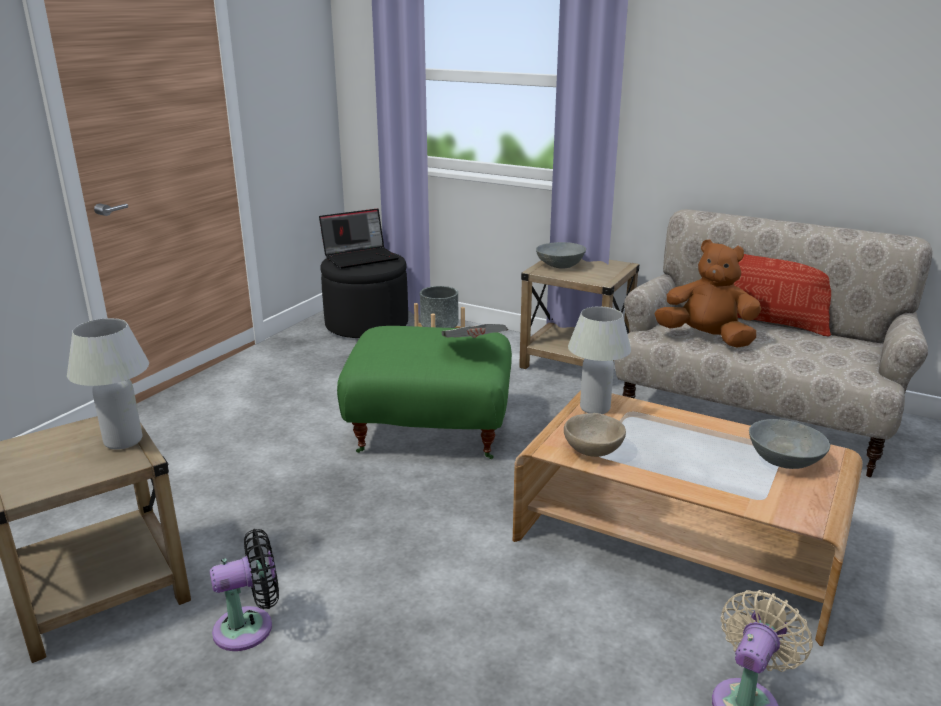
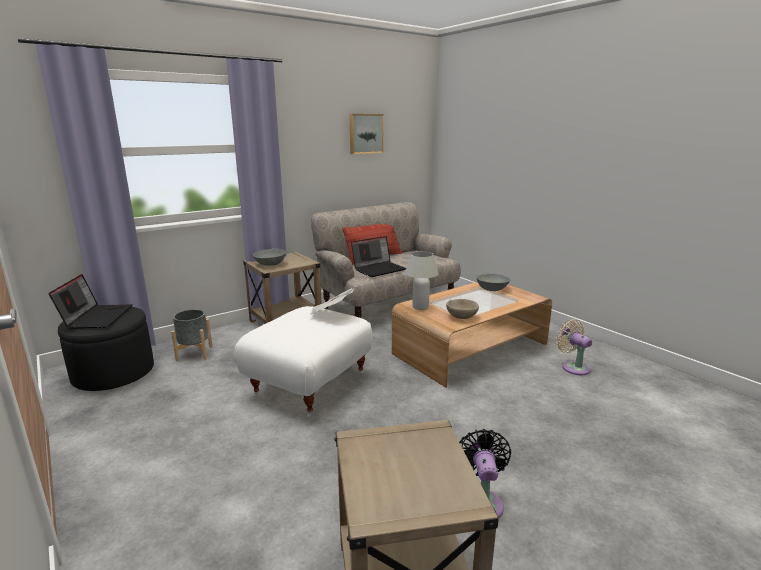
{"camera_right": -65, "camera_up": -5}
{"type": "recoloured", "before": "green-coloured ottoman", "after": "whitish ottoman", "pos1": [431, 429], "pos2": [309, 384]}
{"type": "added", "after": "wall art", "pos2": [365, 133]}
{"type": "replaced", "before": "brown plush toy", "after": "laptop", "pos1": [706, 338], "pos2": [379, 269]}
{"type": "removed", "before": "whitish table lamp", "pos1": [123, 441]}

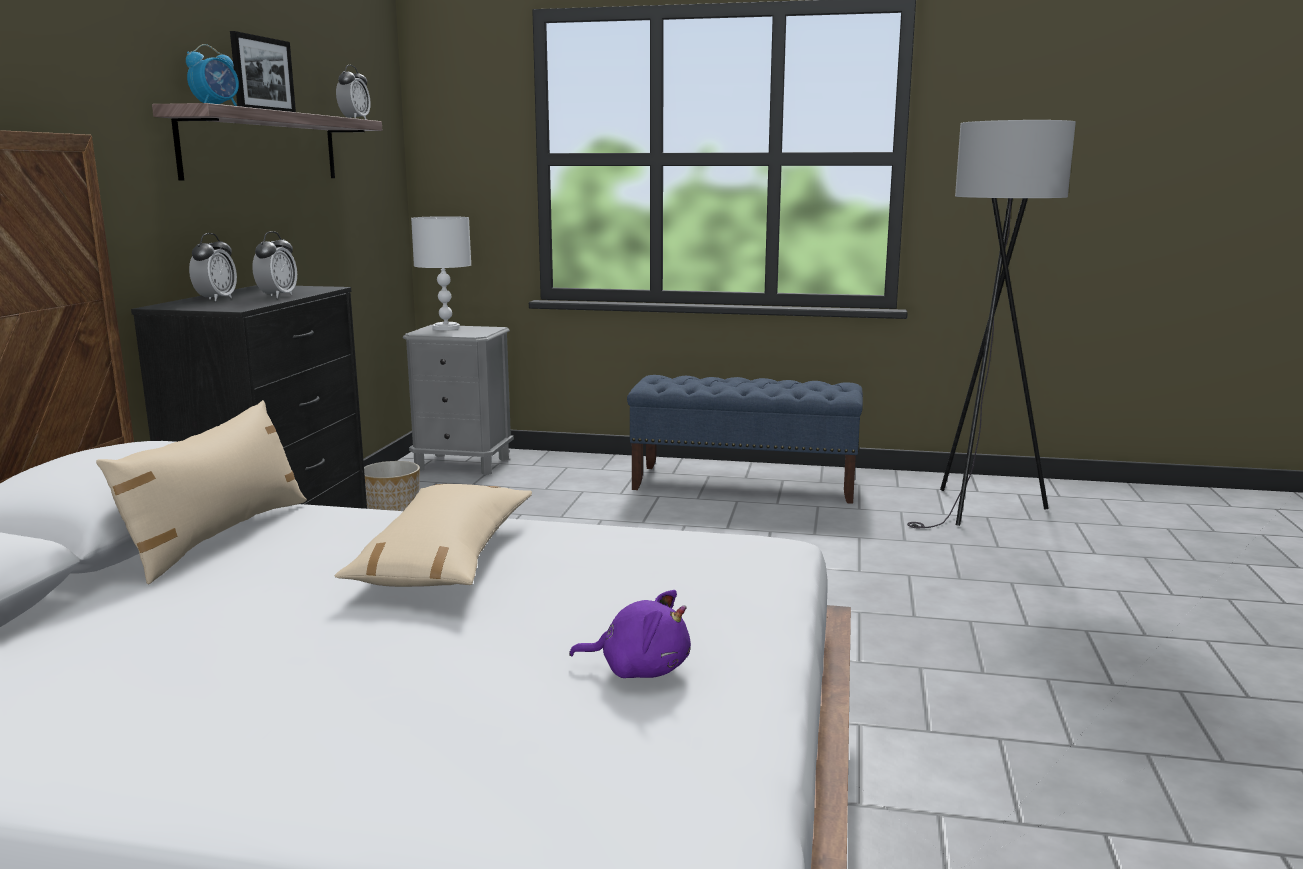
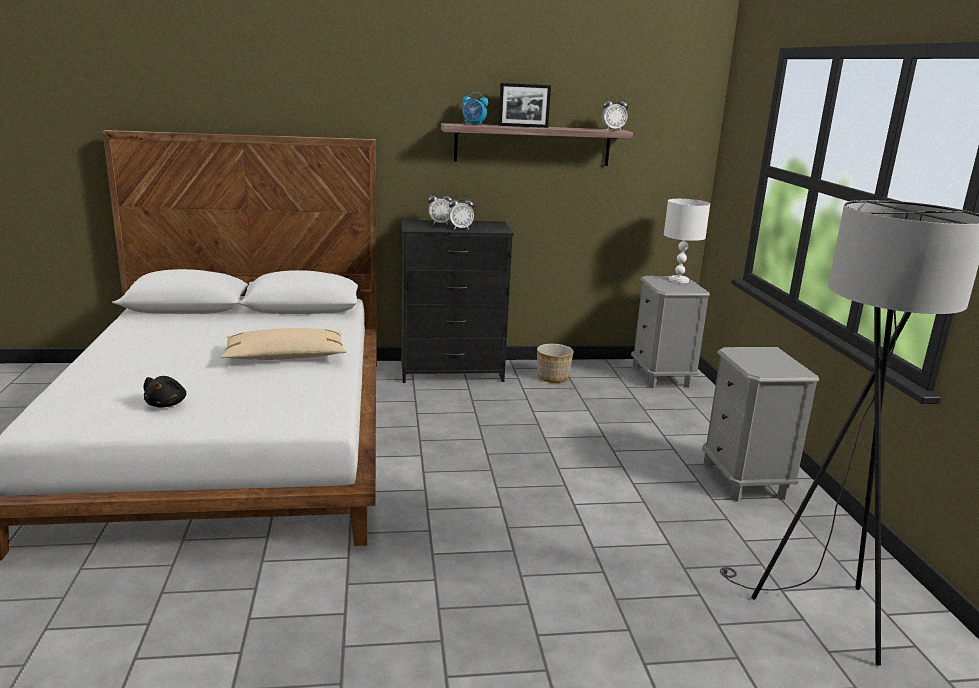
{"camera_right": 70, "camera_up": 5}
{"type": "recoloured", "before": "purplish plush toy", "after": "black plush toy", "pos1": [639, 669], "pos2": [167, 404]}
{"type": "replaced", "before": "bluish bench", "after": "grey night table", "pos1": [745, 484], "pos2": [744, 480]}
{"type": "removed", "before": "beige cushion", "pos1": [218, 536]}

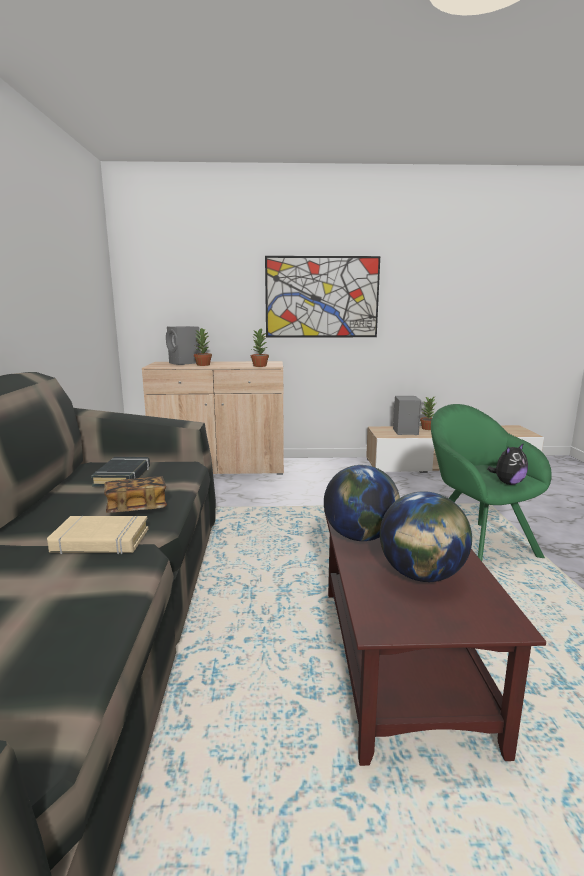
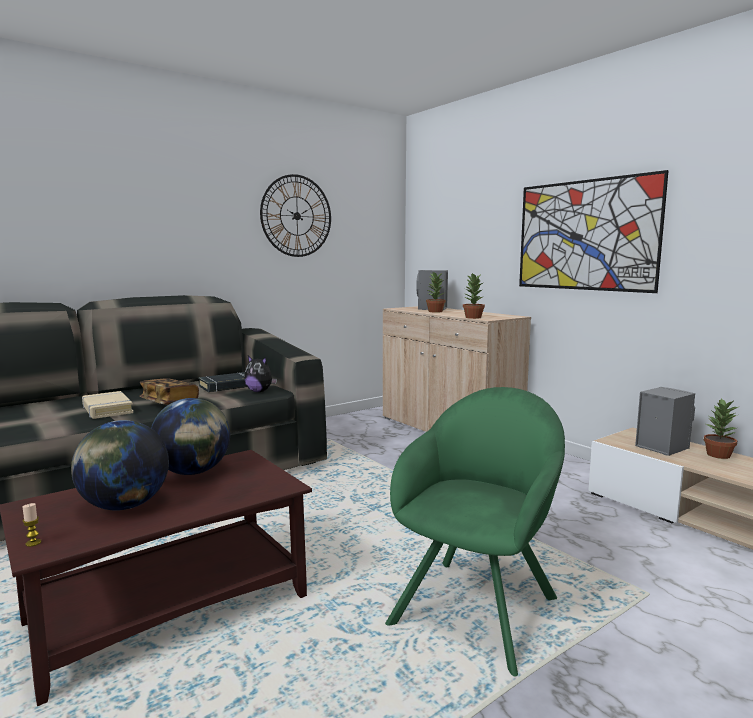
{"camera_right": 55, "camera_up": -5}
{"type": "added", "after": "wax light", "pos2": [33, 543]}
{"type": "moved", "before": "plush toy", "pos1": [508, 483], "pos2": [259, 391]}
{"type": "added", "after": "clock on the wall", "pos2": [296, 216]}

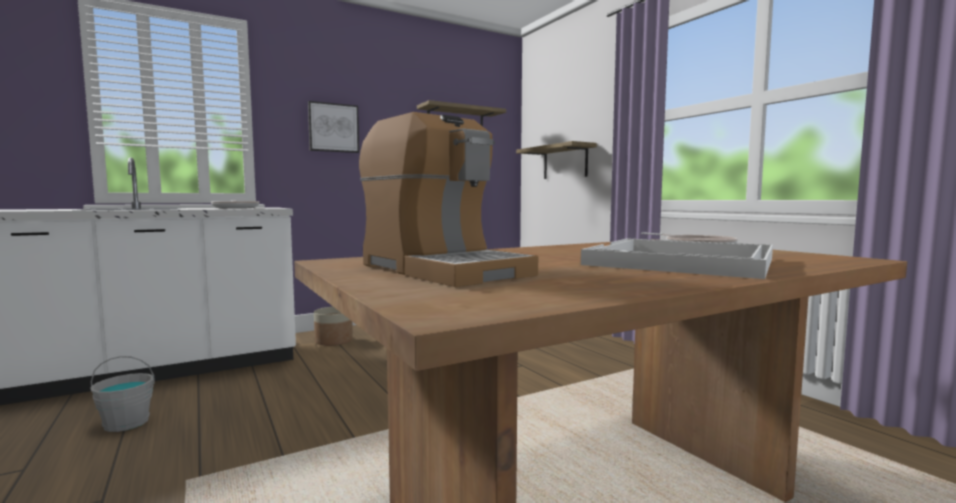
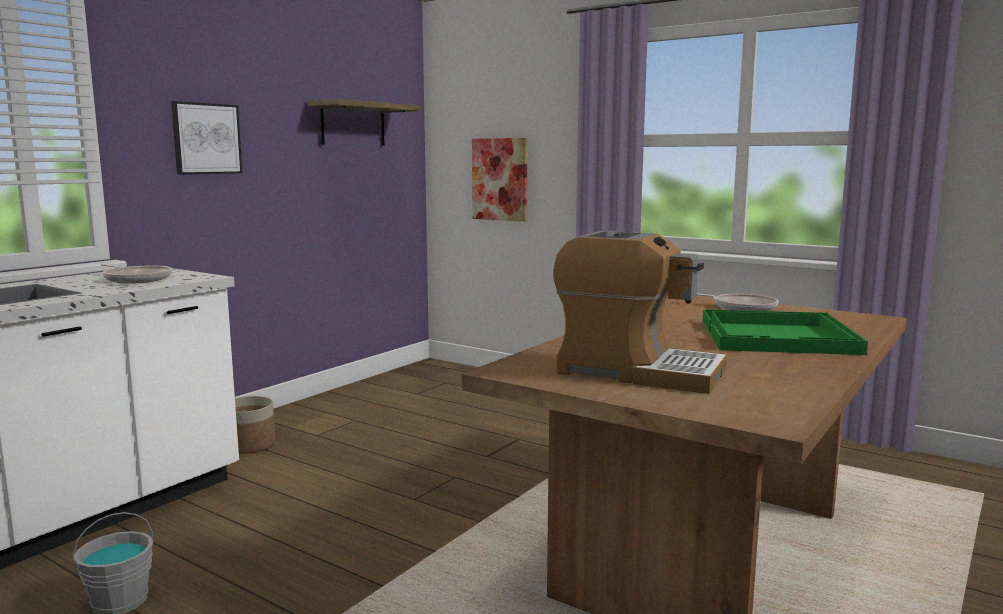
{"camera_right": -25, "camera_up": 5}
{"type": "replaced", "before": "wall shelf", "after": "wall art", "pos1": [565, 162], "pos2": [500, 179]}
{"type": "recoloured", "before": "whitish serving tray", "after": "green-coloured serving tray", "pos1": [682, 262], "pos2": [778, 336]}

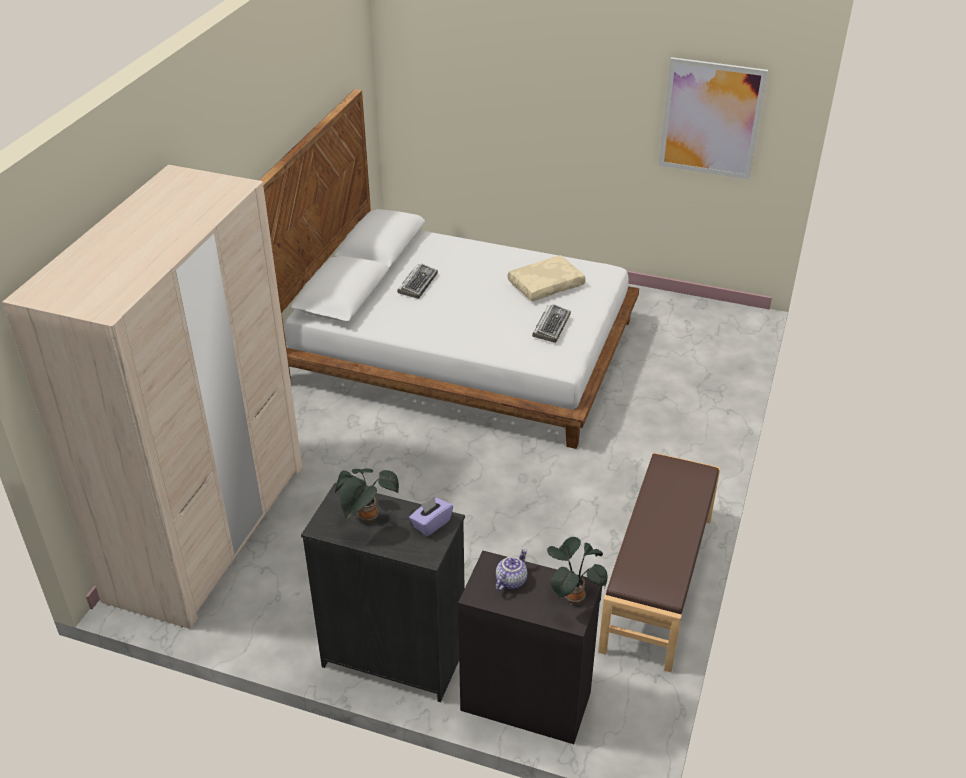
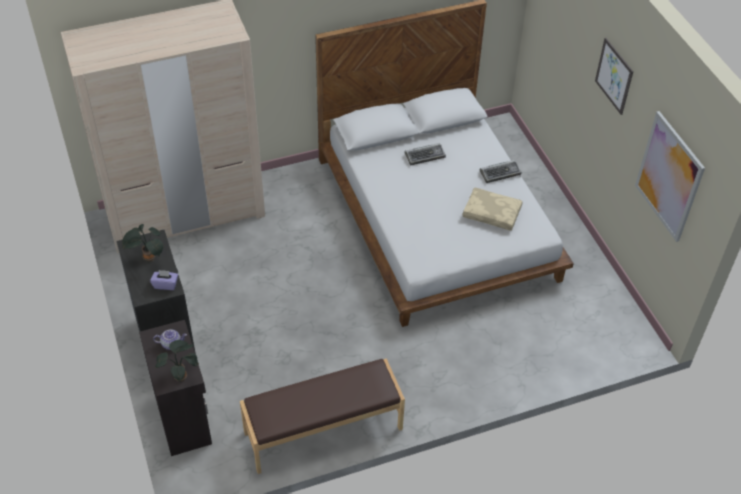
{"camera_right": 50, "camera_up": 10}
{"type": "moved", "before": "PC keyboard", "pos1": [551, 326], "pos2": [500, 173]}
{"type": "added", "after": "wall art", "pos2": [614, 76]}

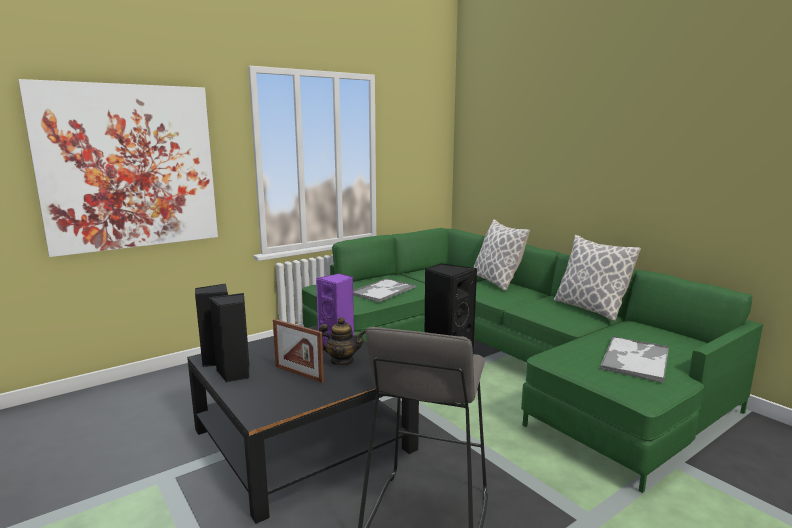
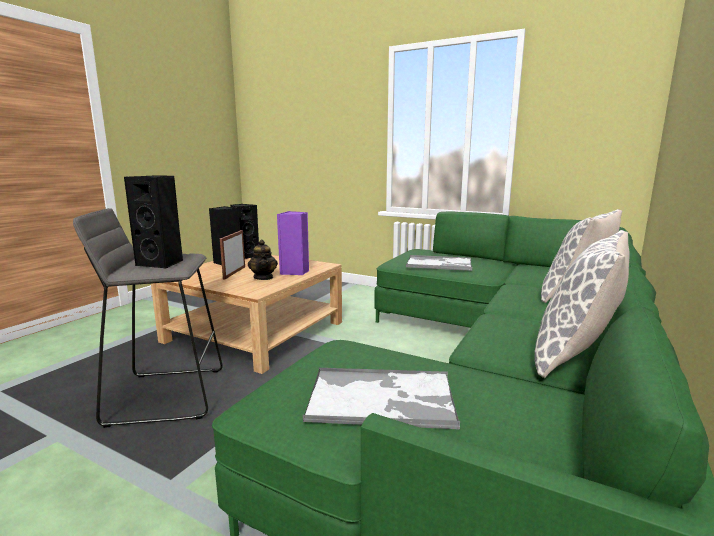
{"camera_right": 65, "camera_up": 0}
{"type": "recoloured", "before": "black coffee table", "after": "beige coffee table", "pos1": [303, 439], "pos2": [255, 331]}
{"type": "removed", "before": "wall art", "pos1": [129, 167]}

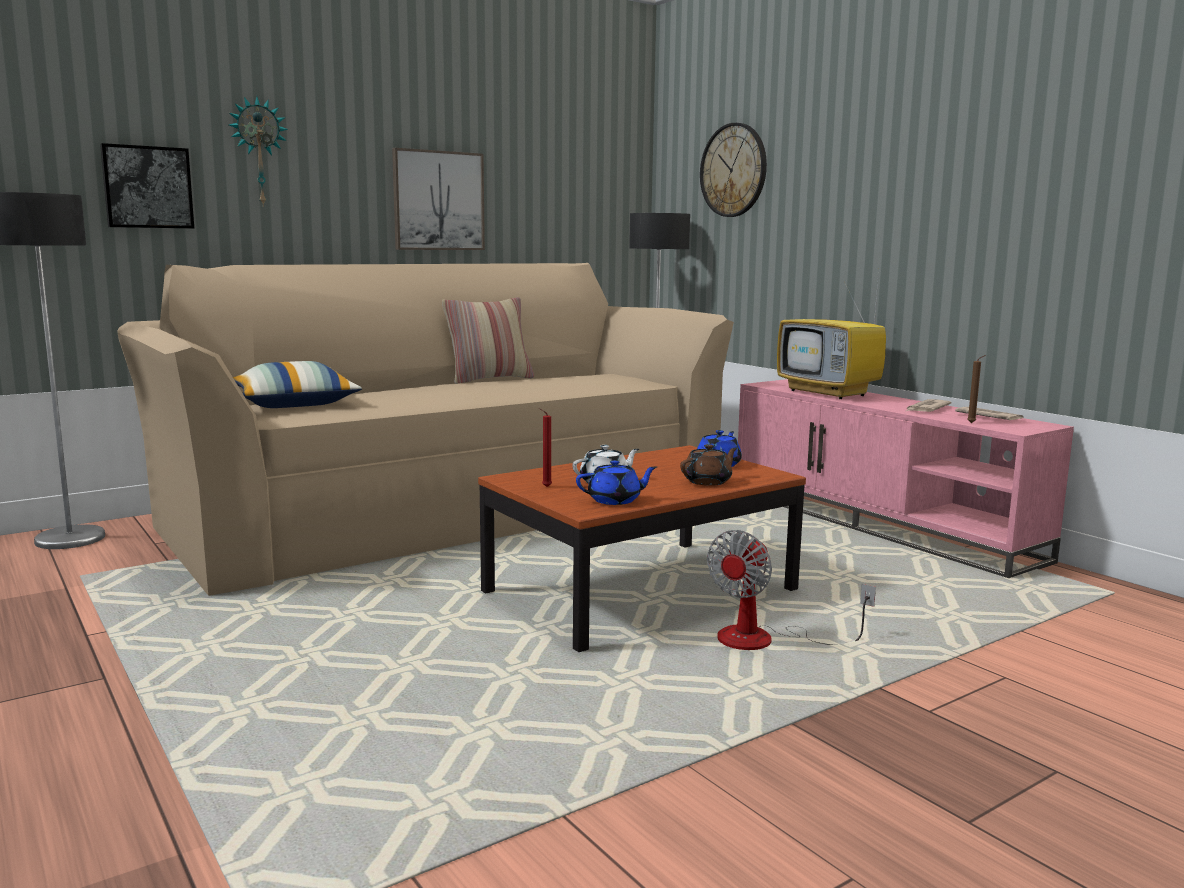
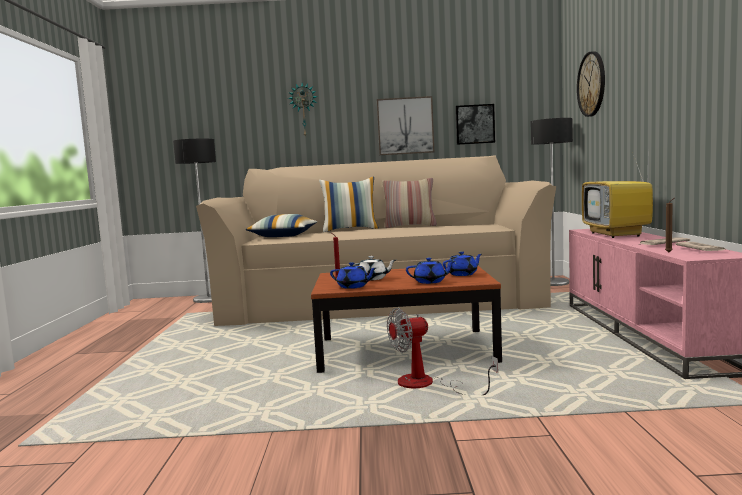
{"camera_right": 35, "camera_up": -5}
{"type": "added", "after": "cushion", "pos2": [350, 229]}
{"type": "recoloured", "before": "brown tea pot", "after": "bluish tea pot", "pos1": [708, 481], "pos2": [430, 282]}
{"type": "moved", "before": "wall art", "pos1": [147, 187], "pos2": [474, 124]}

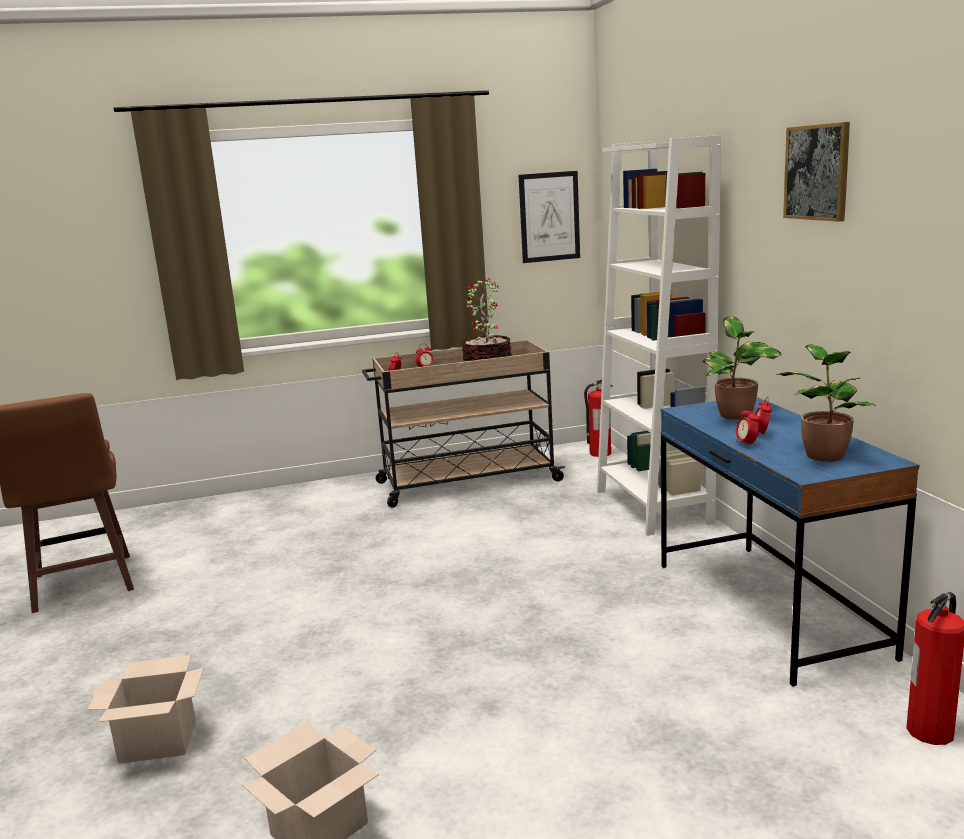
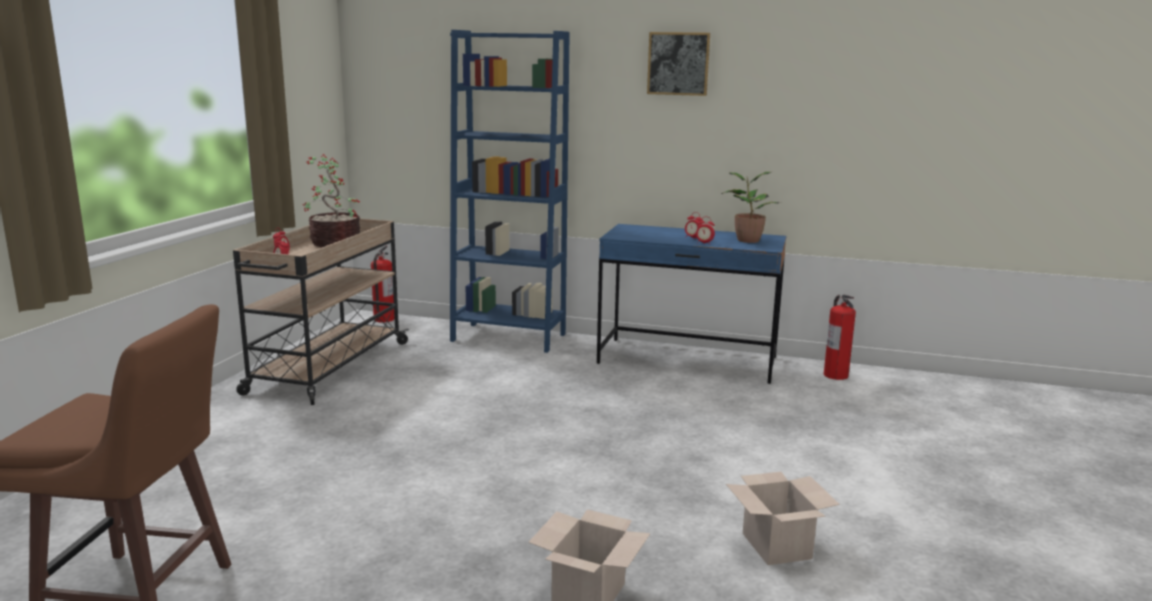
{"camera_right": -60, "camera_up": 0}
{"type": "recoloured", "before": "whitish bookcase", "after": "bluish bookcase", "pos1": [653, 506], "pos2": [508, 337]}
{"type": "removed", "before": "wall art", "pos1": [549, 217]}
{"type": "removed", "before": "potted plant", "pos1": [736, 416]}

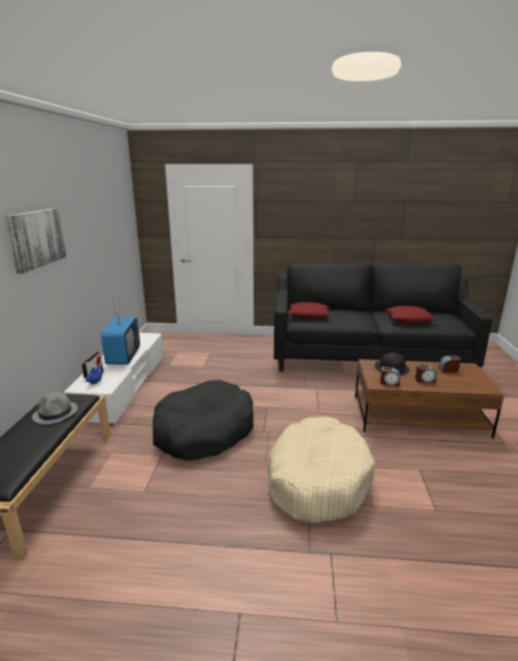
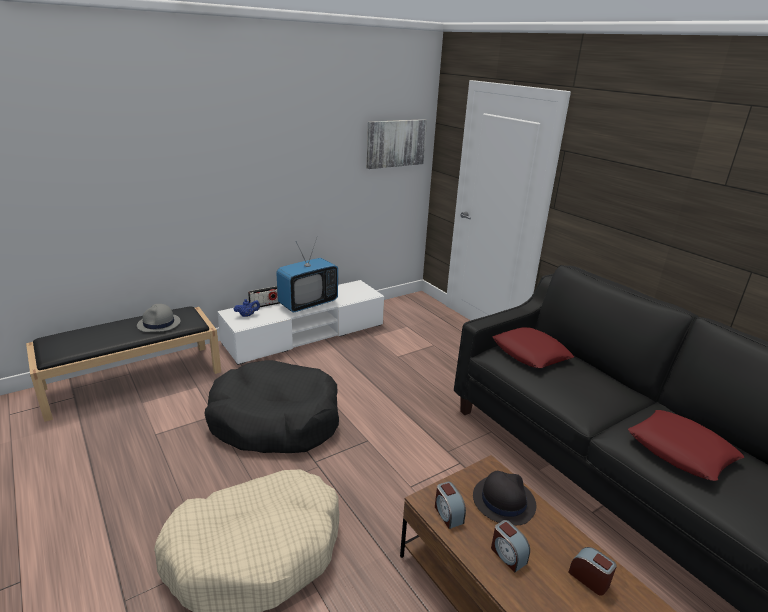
{"camera_right": 50, "camera_up": 5}
{"type": "moved", "before": "wall art", "pos1": [36, 238], "pos2": [395, 143]}

